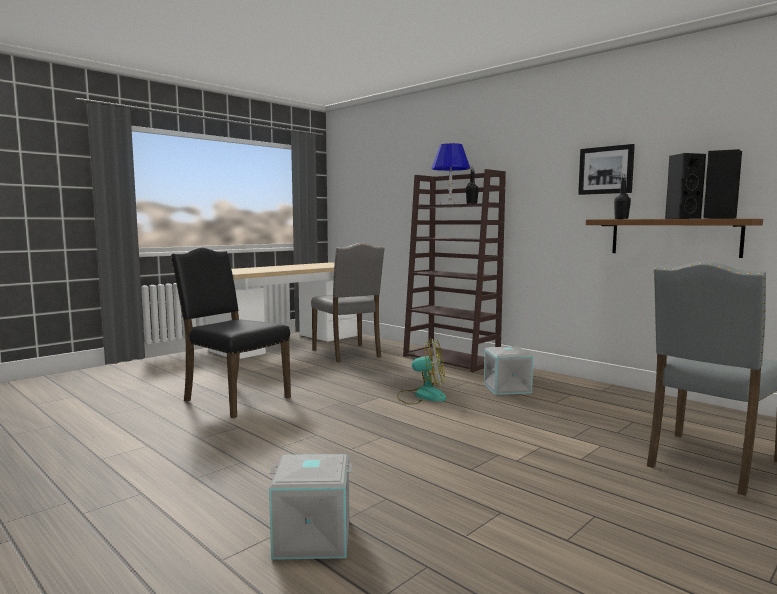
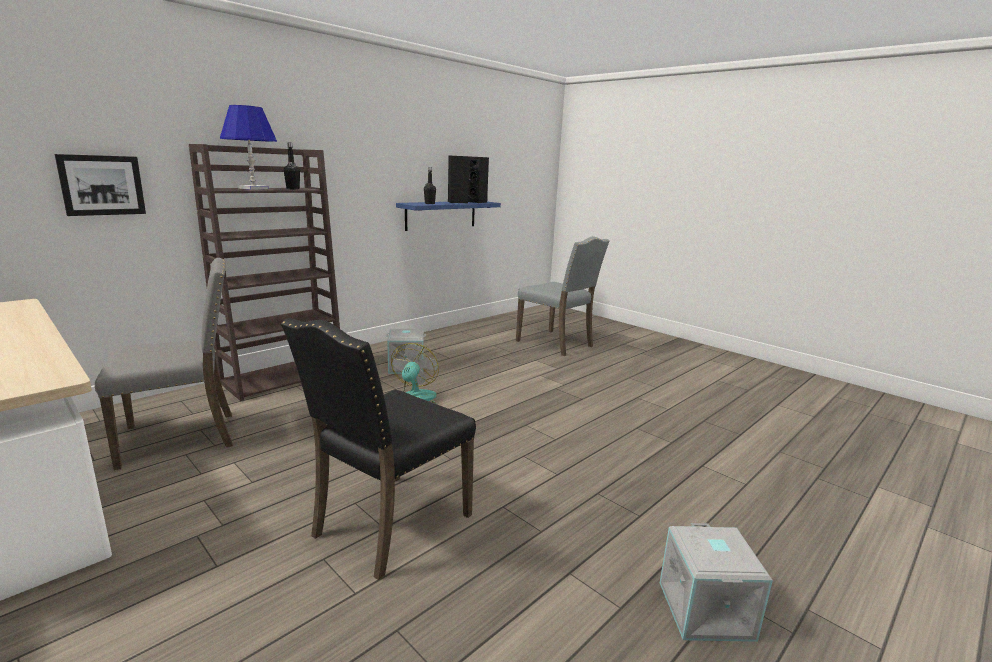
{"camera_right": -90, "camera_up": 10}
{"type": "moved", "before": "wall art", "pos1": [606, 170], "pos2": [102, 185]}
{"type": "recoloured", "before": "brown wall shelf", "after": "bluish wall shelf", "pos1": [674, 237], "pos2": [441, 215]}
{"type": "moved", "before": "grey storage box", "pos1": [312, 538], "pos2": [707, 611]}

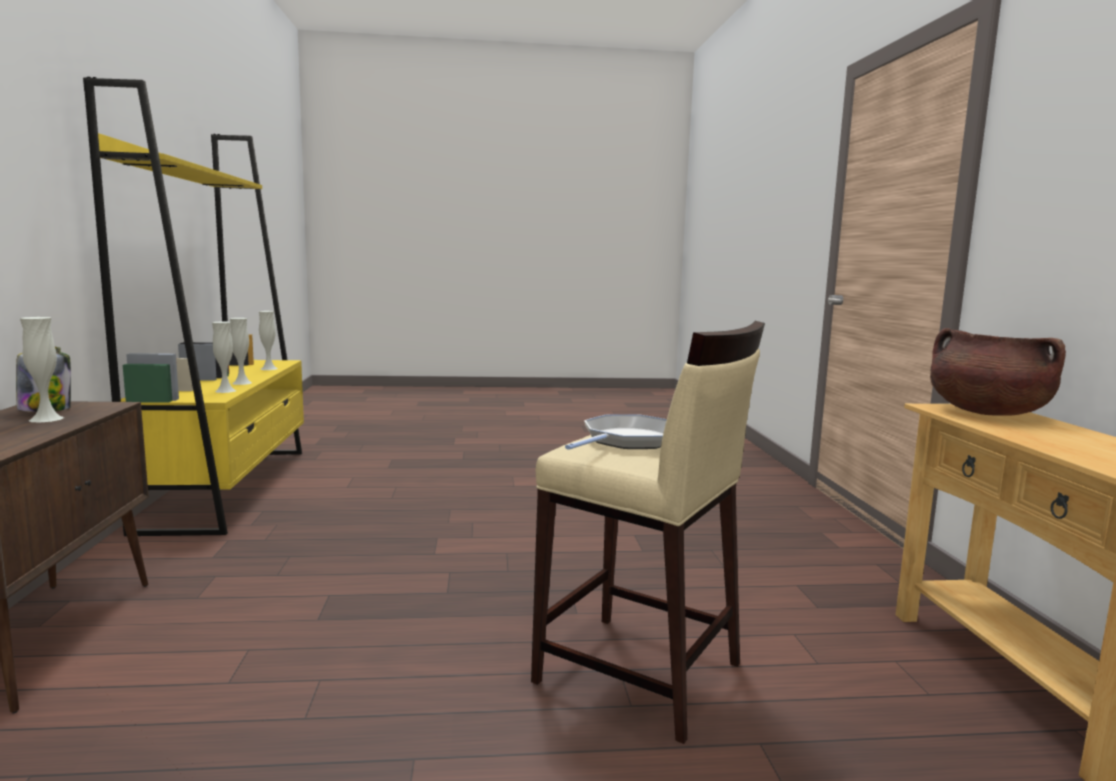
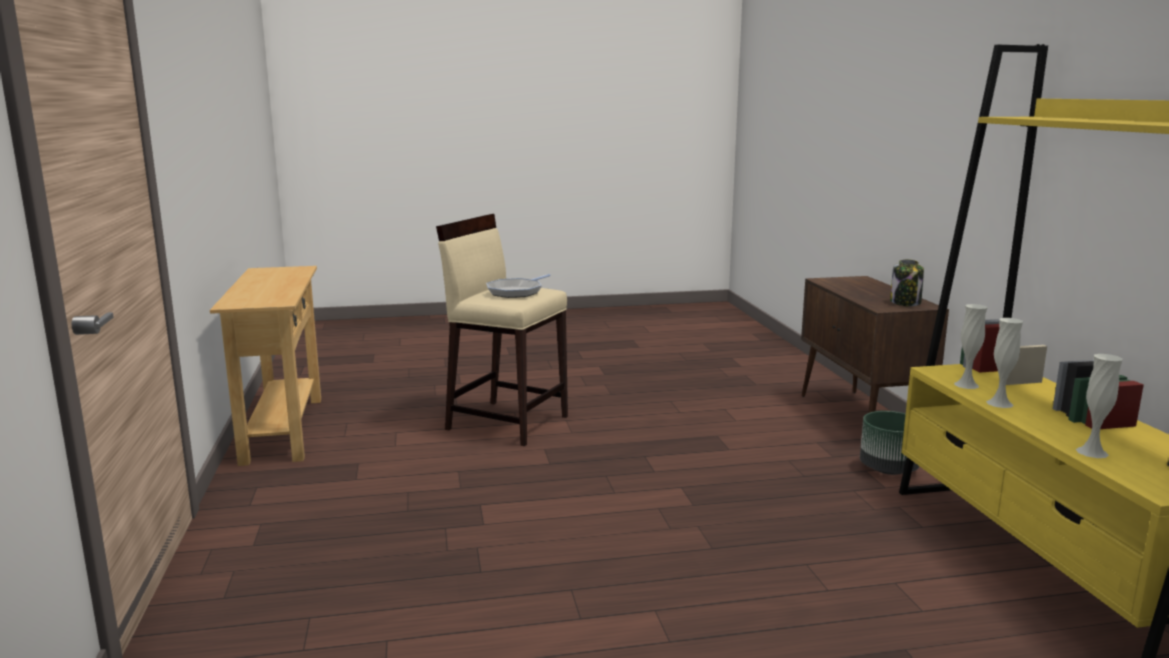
{"camera_right": 175, "camera_up": 5}
{"type": "added", "after": "green-coloured plant pot", "pos2": [889, 469]}
{"type": "removed", "before": "whitish vase", "pos1": [46, 419]}
{"type": "removed", "before": "brown stockpot", "pos1": [986, 413]}

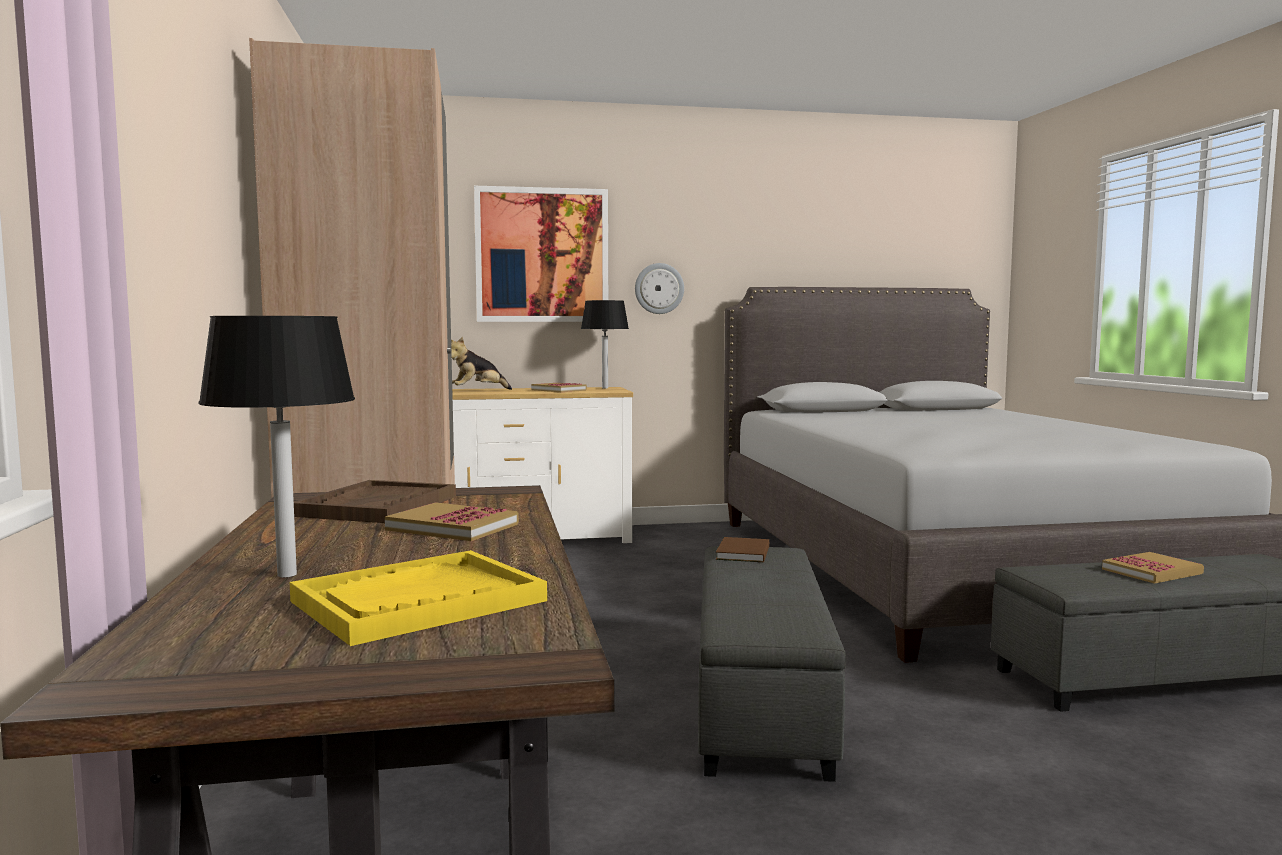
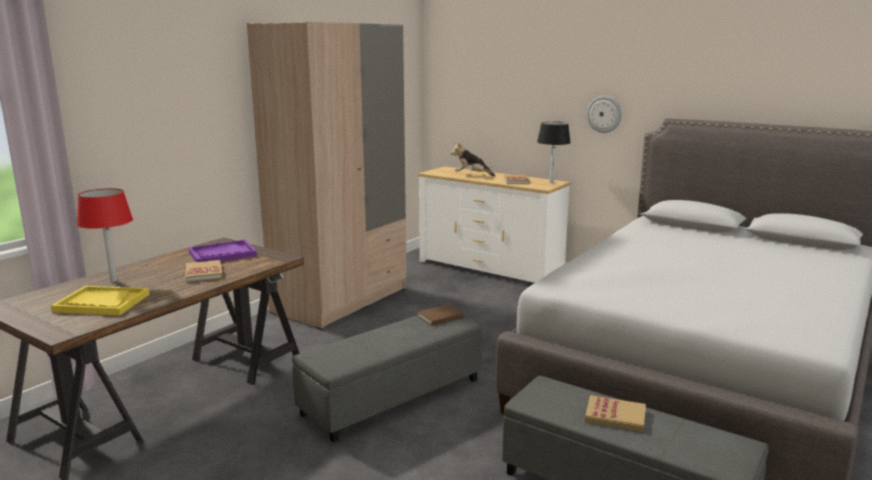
{"camera_right": 45, "camera_up": 10}
{"type": "recoloured", "before": "black table lamp", "after": "red-coloured table lamp", "pos1": [286, 575], "pos2": [113, 281]}
{"type": "recoloured", "before": "brown serving tray", "after": "purplish serving tray", "pos1": [377, 506], "pos2": [222, 254]}
{"type": "removed", "before": "wall art", "pos1": [542, 255]}

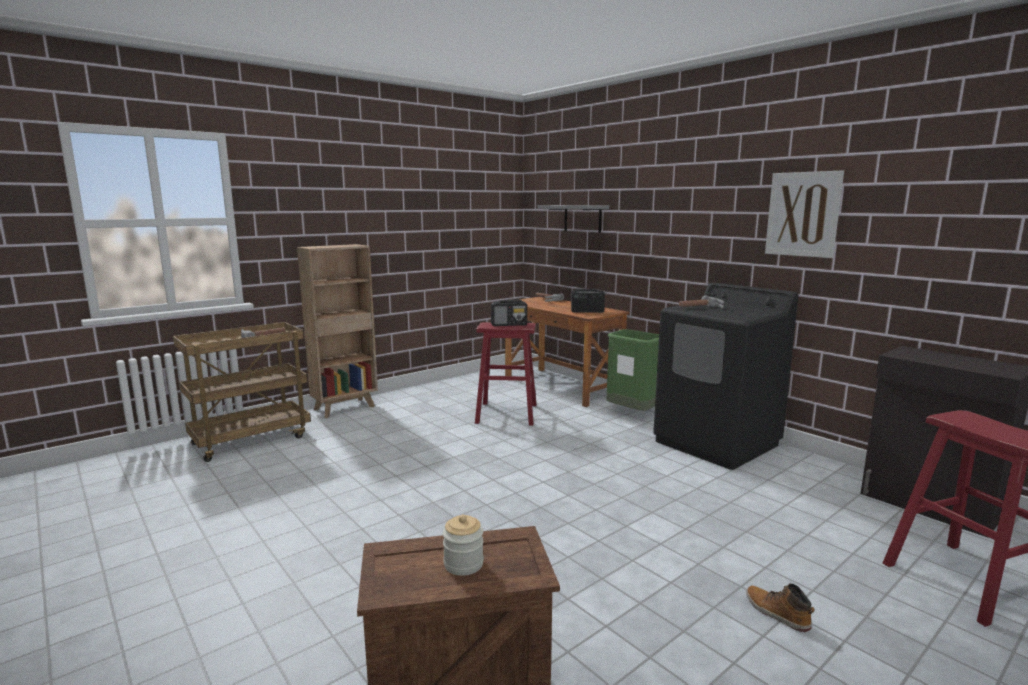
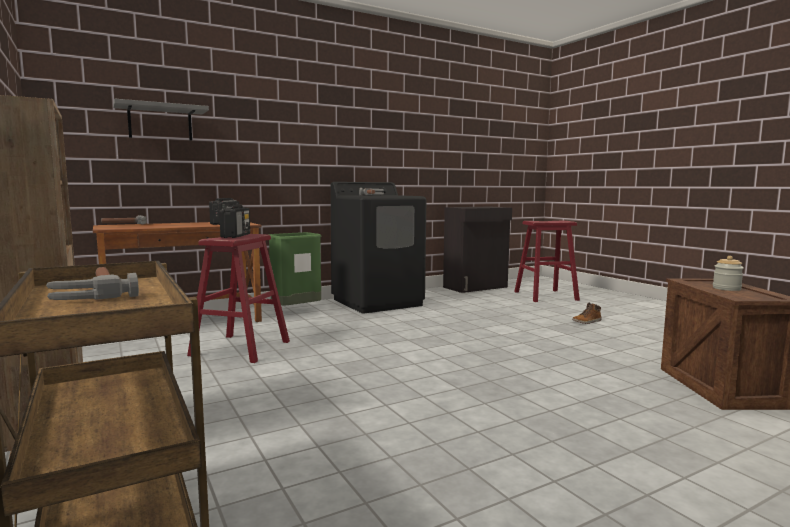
{"camera_right": -80, "camera_up": -5}
{"type": "removed", "before": "wall art", "pos1": [802, 214]}

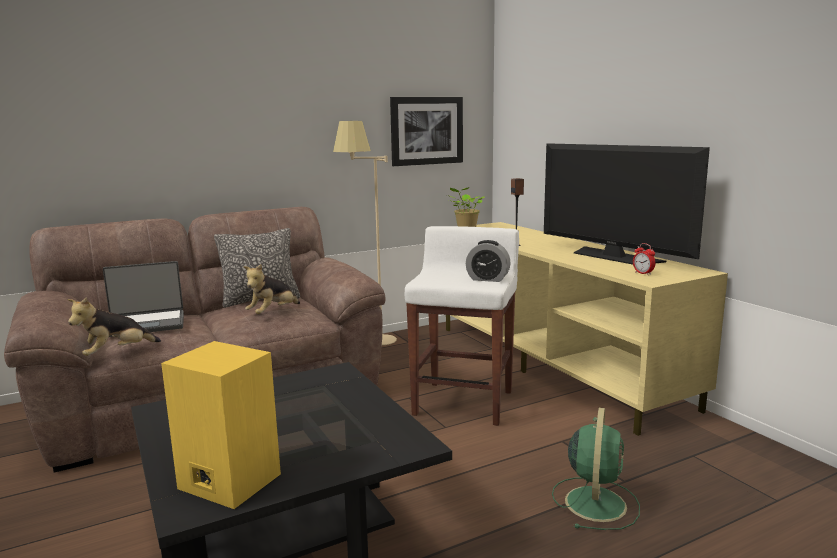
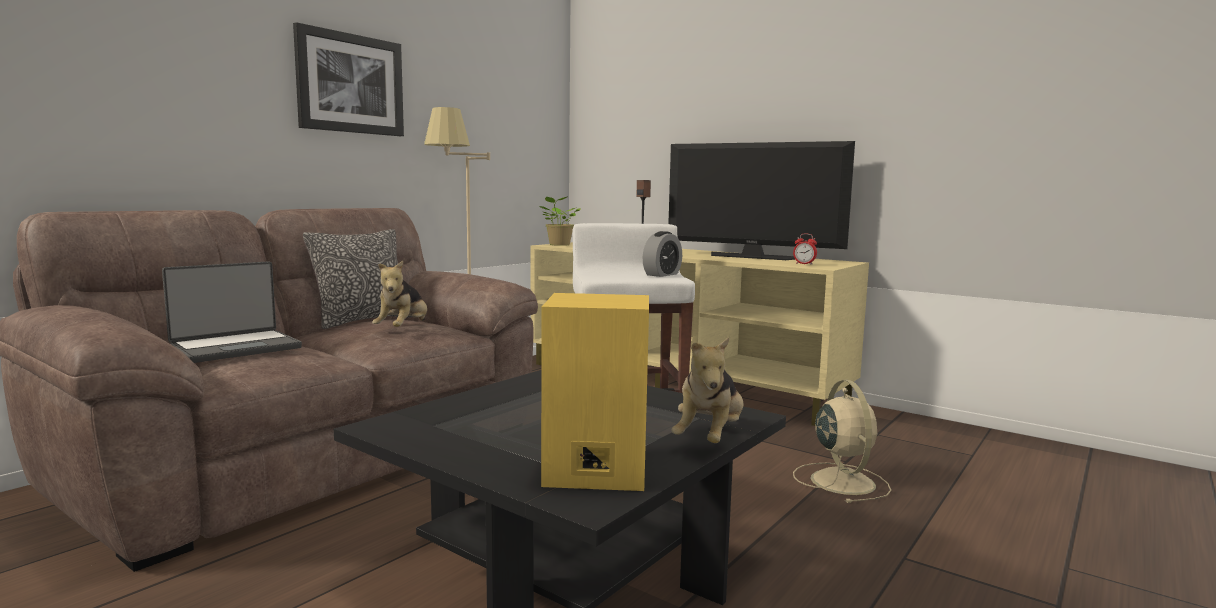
{"camera_right": -25, "camera_up": -5}
{"type": "moved", "before": "wall art", "pos1": [426, 131], "pos2": [350, 84]}
{"type": "turned", "before": "bedside clock", "pos1": [487, 279], "pos2": [662, 274], "turn": -45}
{"type": "moved", "before": "plush toy", "pos1": [116, 353], "pos2": [709, 438]}
{"type": "recoloured", "before": "green-coloured cooling fan", "after": "beige cooling fan", "pos1": [595, 502], "pos2": [841, 481]}

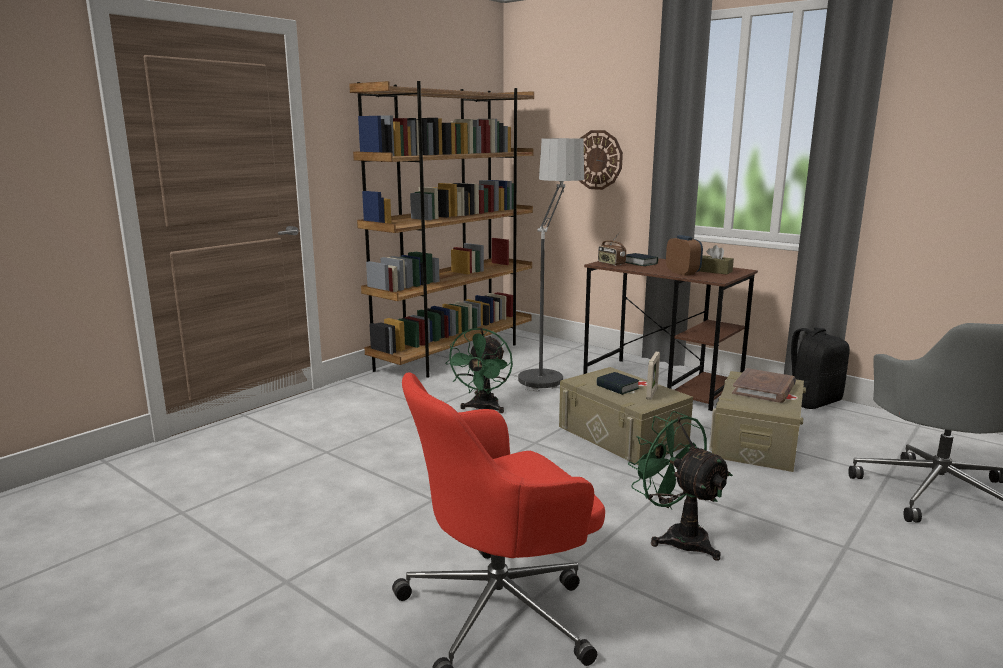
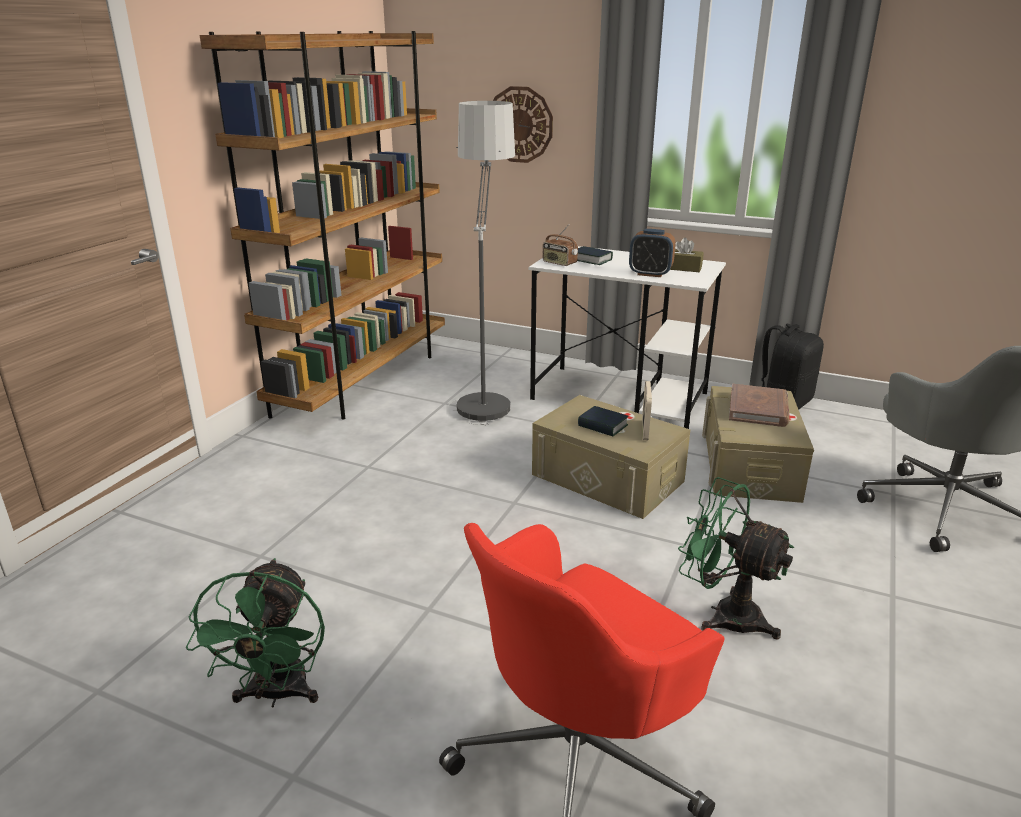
{"camera_right": -15, "camera_up": 10}
{"type": "moved", "before": "green-coloured cooling fan", "pos1": [482, 409], "pos2": [277, 695]}
{"type": "recoloured", "before": "brown desk table", "after": "whitish desk table", "pos1": [662, 383], "pos2": [620, 396]}
{"type": "turned", "before": "bedside clock", "pos1": [682, 273], "pos2": [650, 274], "turn": 150}

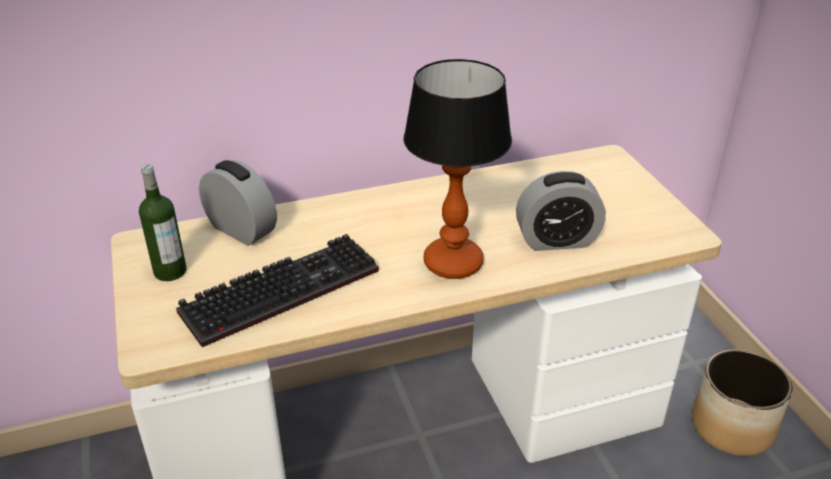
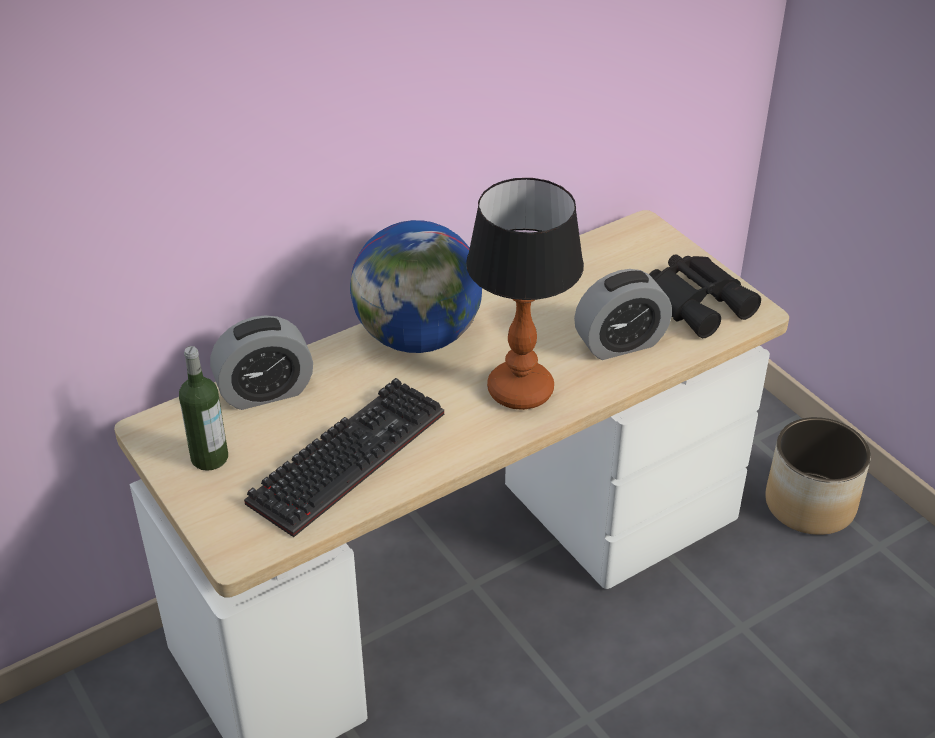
{"camera_right": -15, "camera_up": 5}
{"type": "turned", "before": "bedside clock", "pos1": [241, 230], "pos2": [265, 392], "turn": 135}
{"type": "added", "after": "world globe", "pos2": [418, 337]}
{"type": "added", "after": "black field glasses", "pos2": [698, 302]}

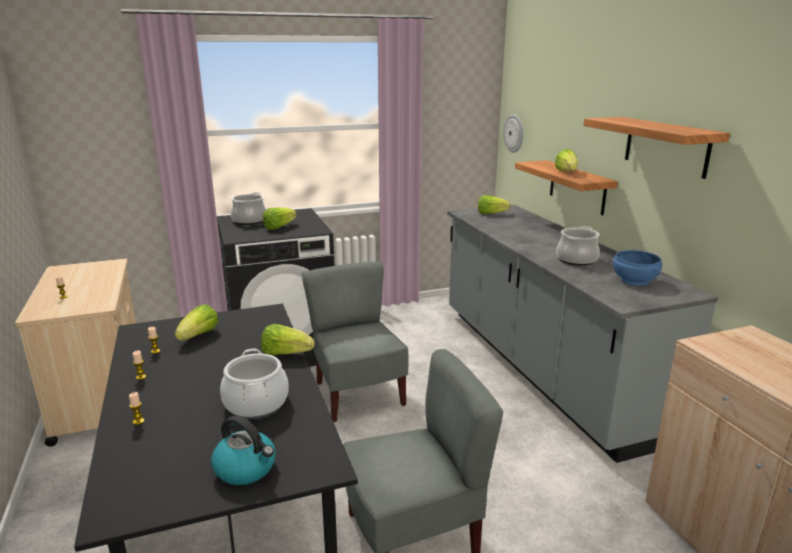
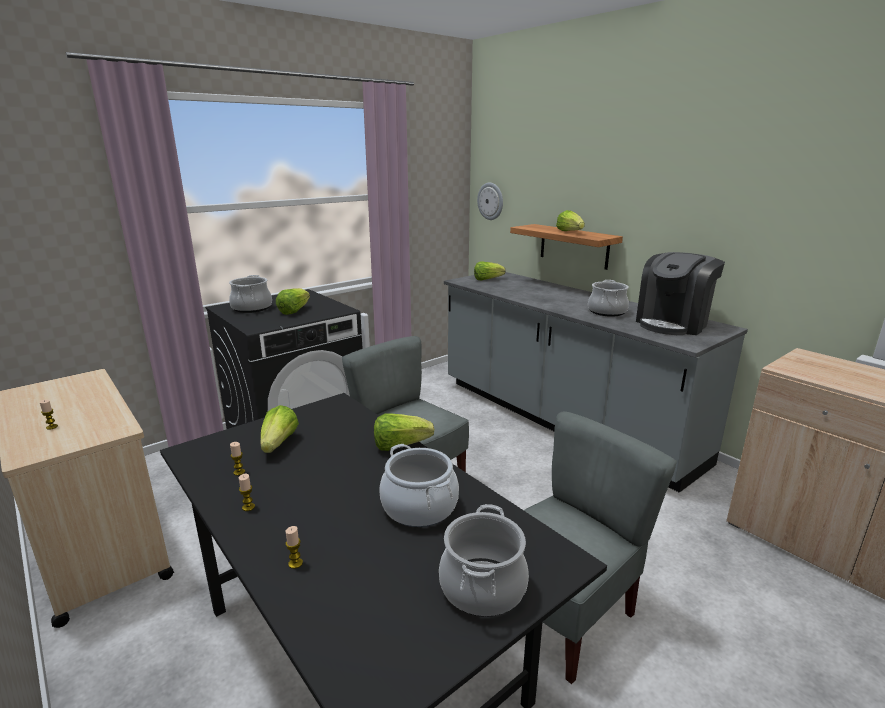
{"camera_right": -20, "camera_up": 0}
{"type": "replaced", "before": "kettle", "after": "stockpot", "pos1": [246, 468], "pos2": [482, 586]}
{"type": "replaced", "before": "bluish deep dish", "after": "coffee brewer", "pos1": [635, 281], "pos2": [673, 323]}
{"type": "removed", "before": "wall shelf", "pos1": [666, 146]}

